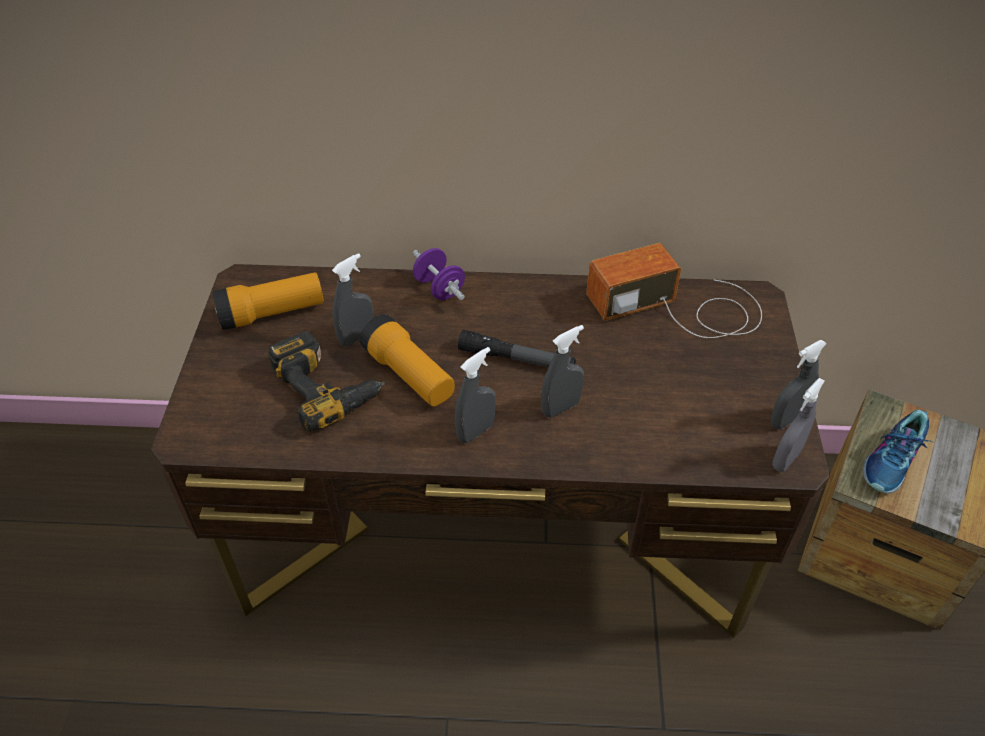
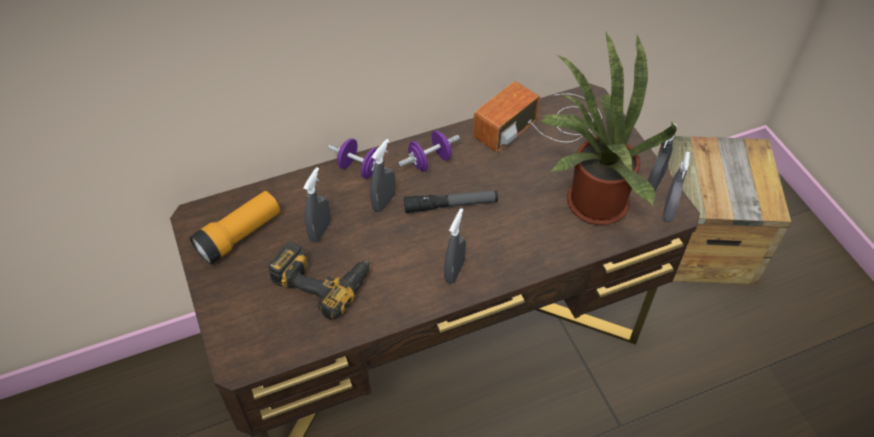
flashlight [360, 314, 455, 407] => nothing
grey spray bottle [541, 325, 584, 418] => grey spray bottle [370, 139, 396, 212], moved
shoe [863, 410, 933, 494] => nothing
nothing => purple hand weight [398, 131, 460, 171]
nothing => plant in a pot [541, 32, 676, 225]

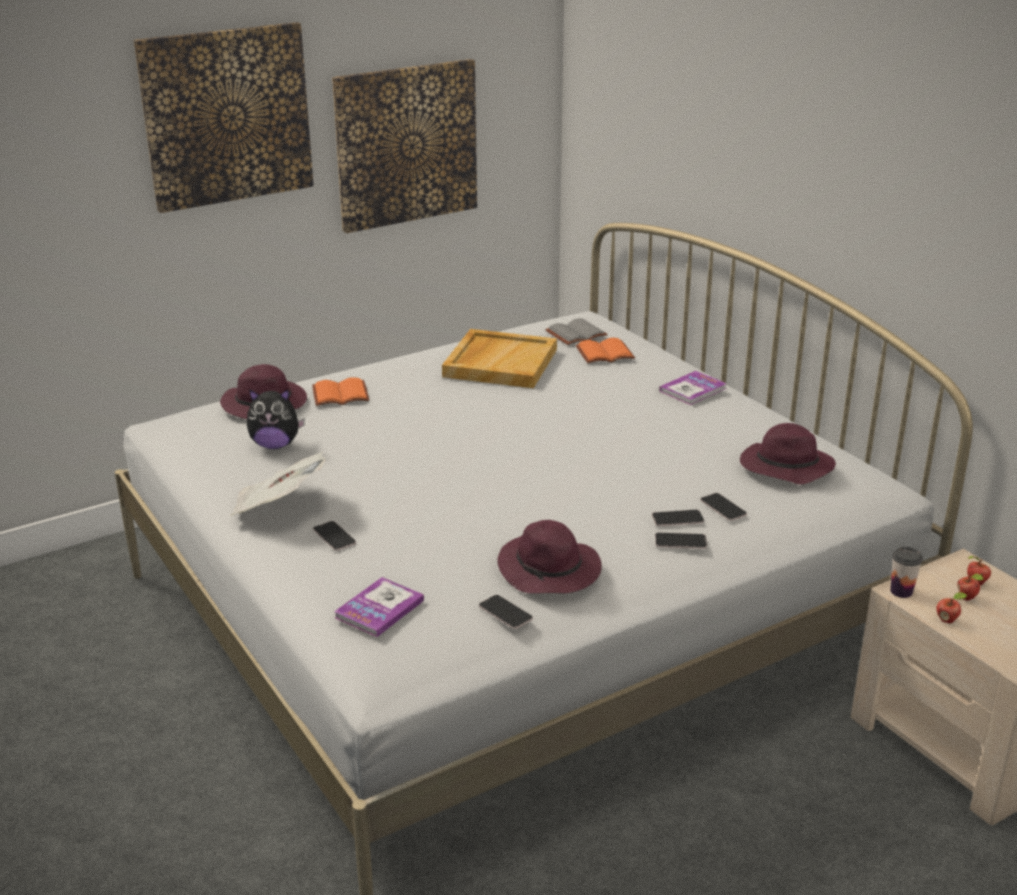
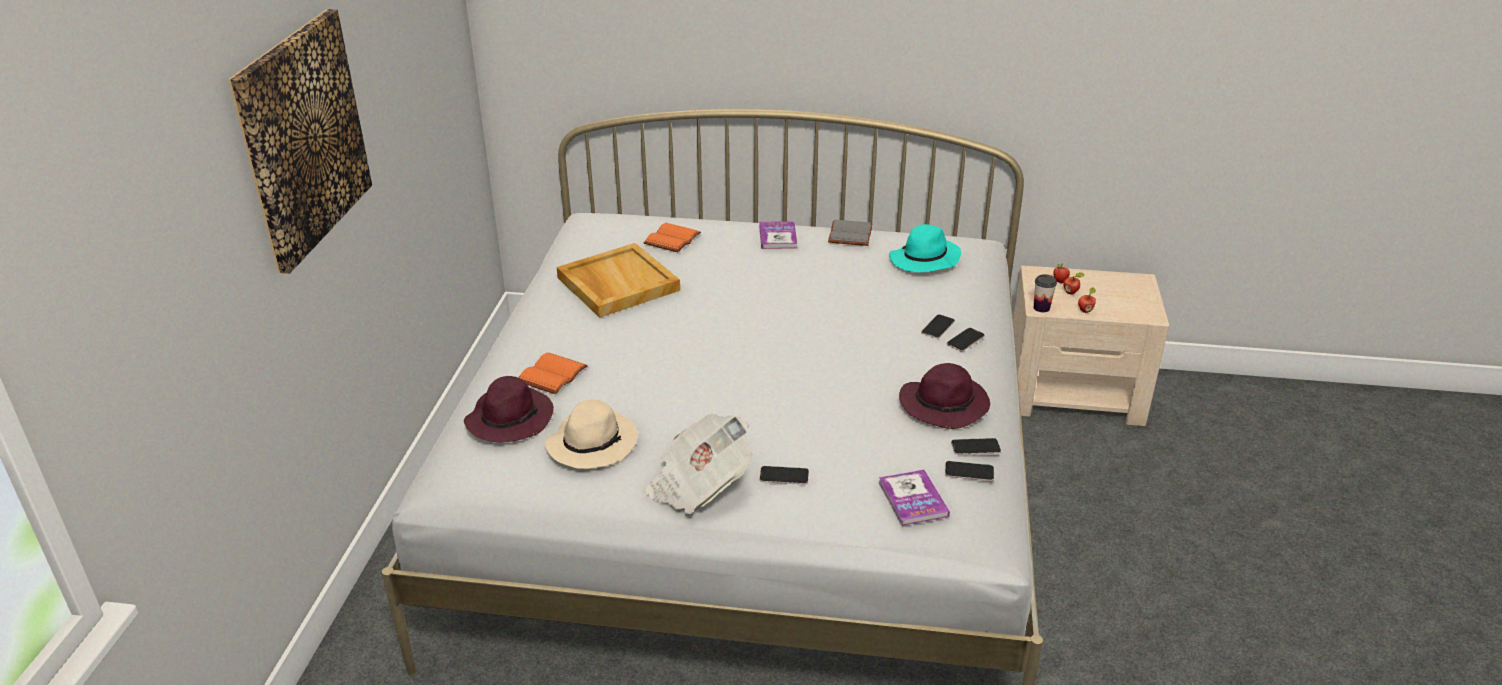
soft toy [247, 389, 305, 449] => beige hat [545, 399, 638, 469]
picture [332, 59, 477, 233] => nothing
grey bound book [546, 318, 608, 345] => grey bound book [828, 220, 872, 246], moved
telephone [700, 493, 747, 521] => telephone [945, 461, 994, 481], moved
purple hat [740, 423, 836, 485] => blue-green hat [889, 224, 961, 272]

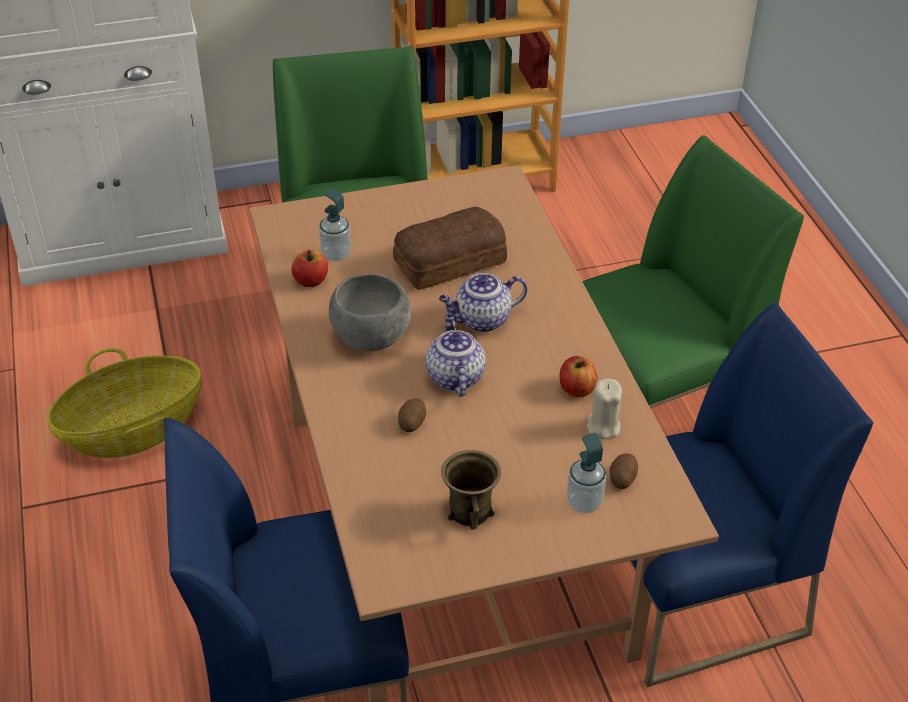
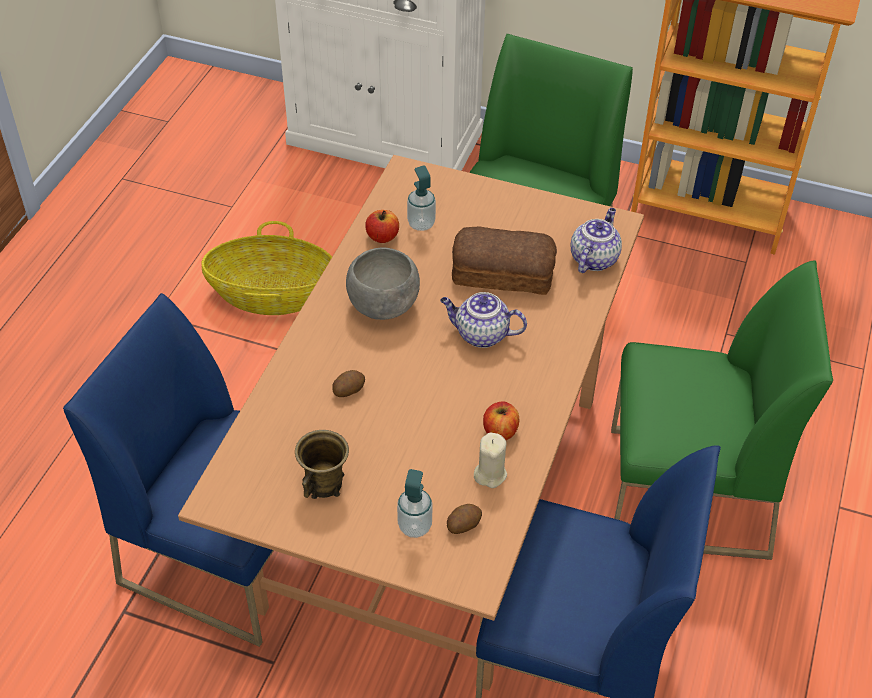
teapot [426, 314, 486, 397] => teapot [571, 208, 622, 273], moved

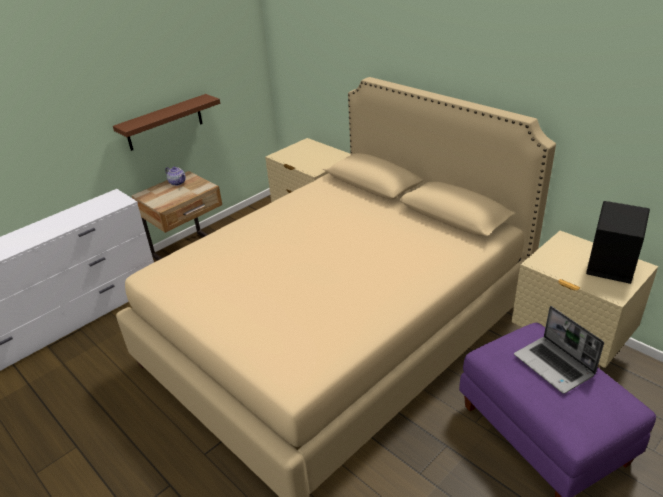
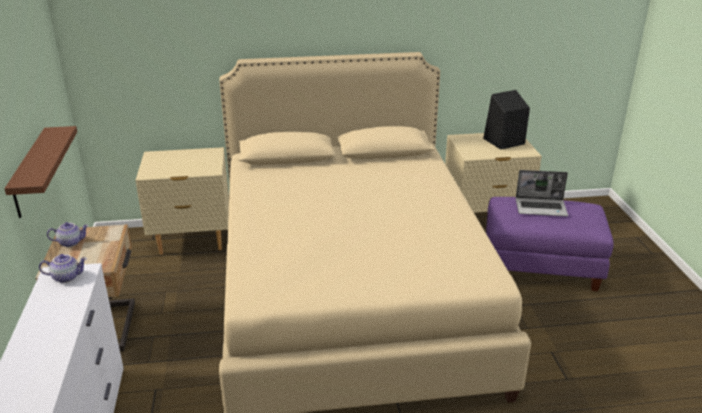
nothing => teapot [39, 254, 87, 283]

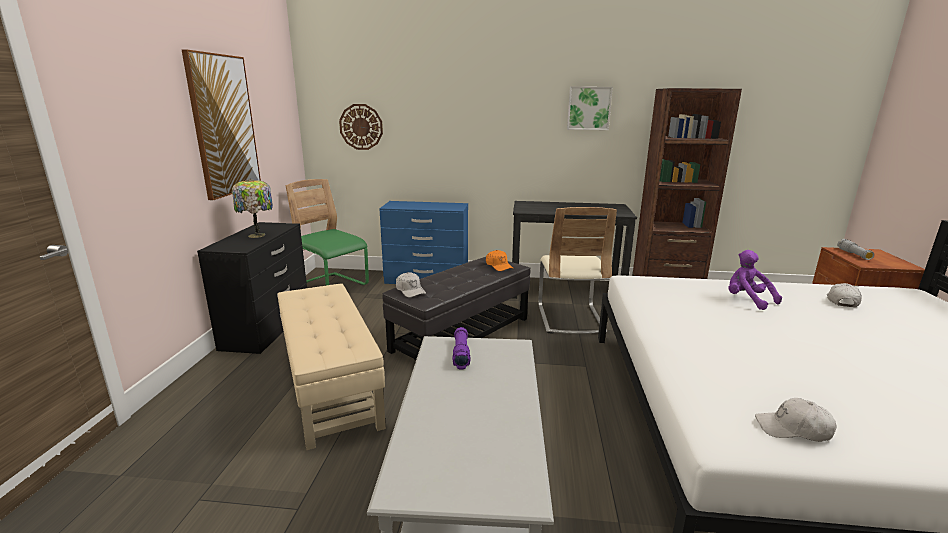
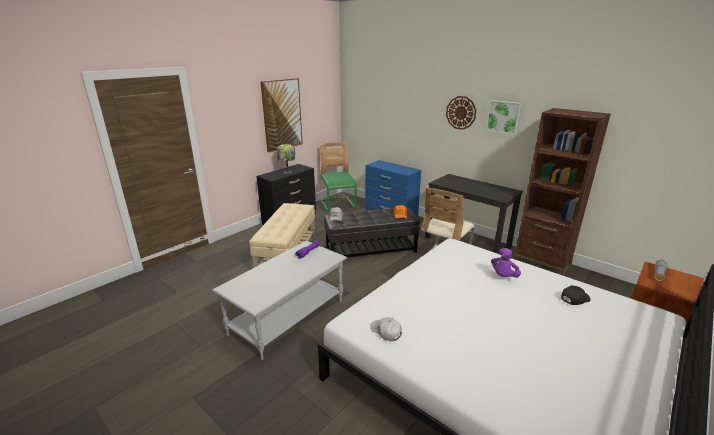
hanging clock [339, 104, 383, 150] => hanging clock [446, 96, 476, 130], moved
purple soft toy [728, 250, 782, 310] => purple soft toy [491, 248, 521, 278], 150 degrees counterclockwise
whitish peaked cap [827, 283, 862, 307] => black peaked cap [561, 285, 591, 305]

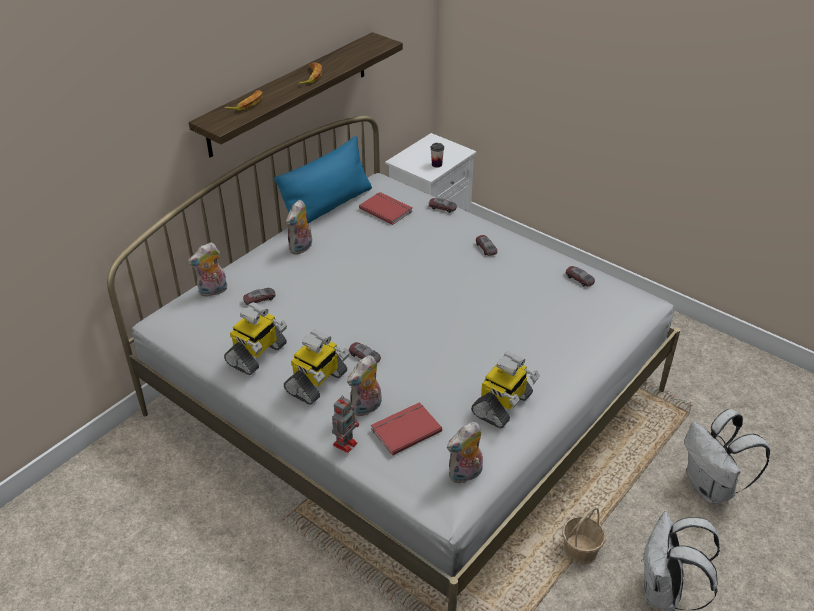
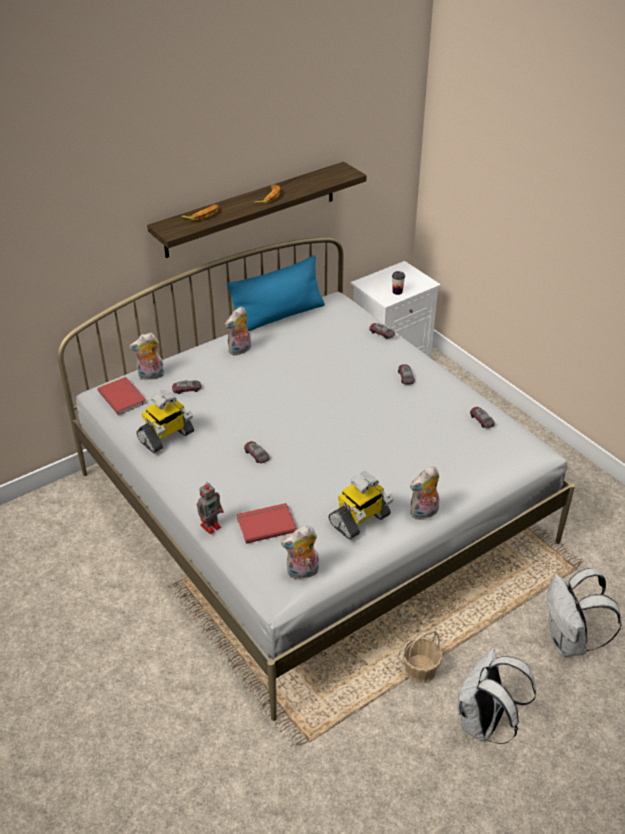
toy robot [284, 330, 349, 405] => nothing
soft toy [347, 355, 382, 416] => soft toy [410, 466, 439, 520], moved
reddish bound book [359, 192, 413, 225] => reddish bound book [97, 377, 147, 415], moved

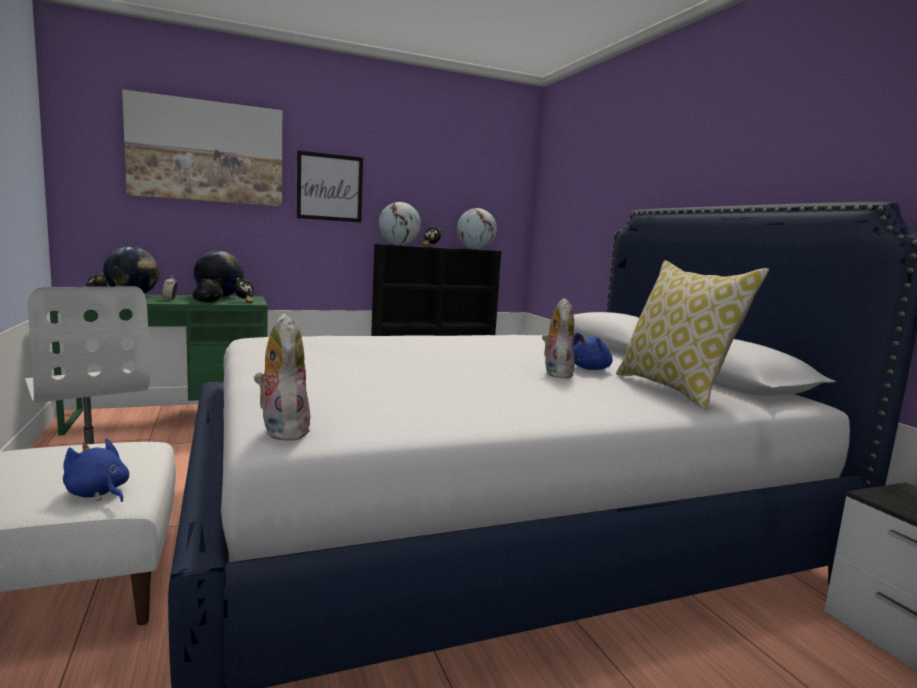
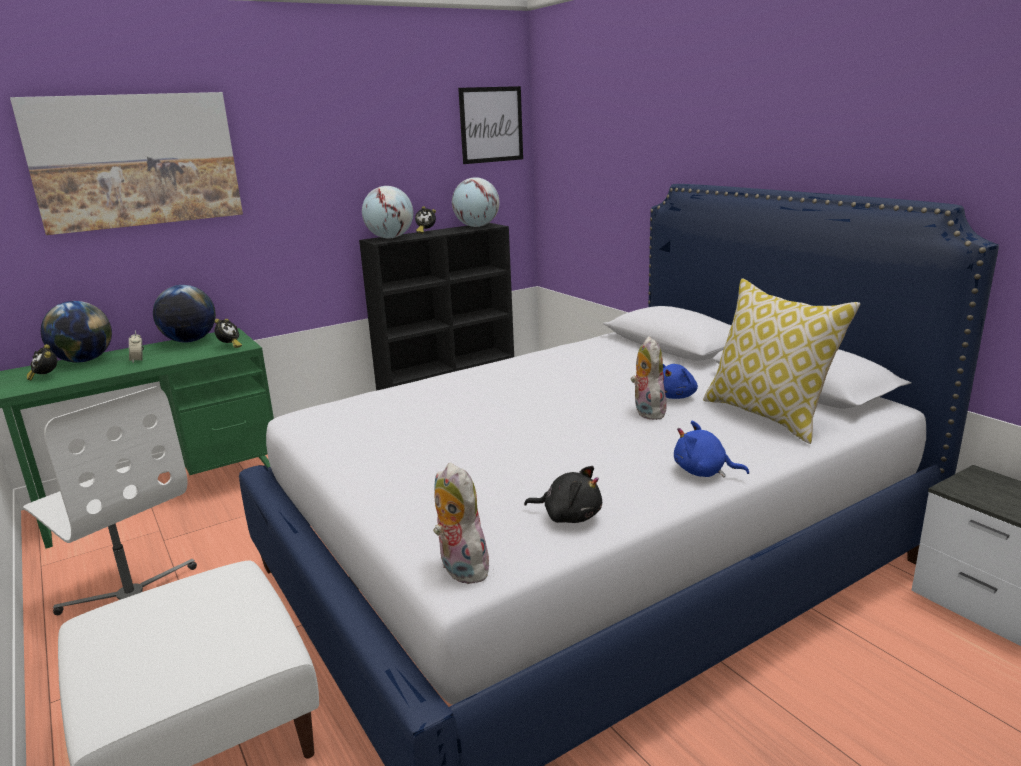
bluish soft toy [63, 438, 129, 502] => bluish soft toy [674, 421, 749, 477], moved
black soft toy [192, 278, 223, 302] => black soft toy [524, 466, 602, 523], moved
picture [297, 151, 363, 222] => picture [458, 86, 523, 164], moved

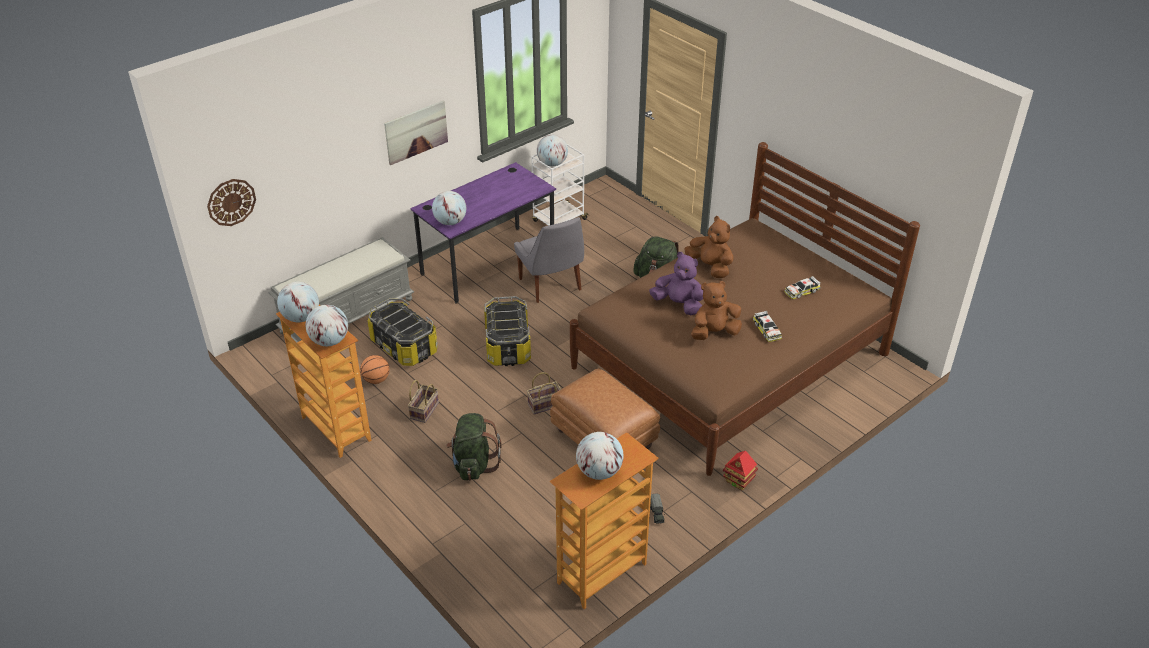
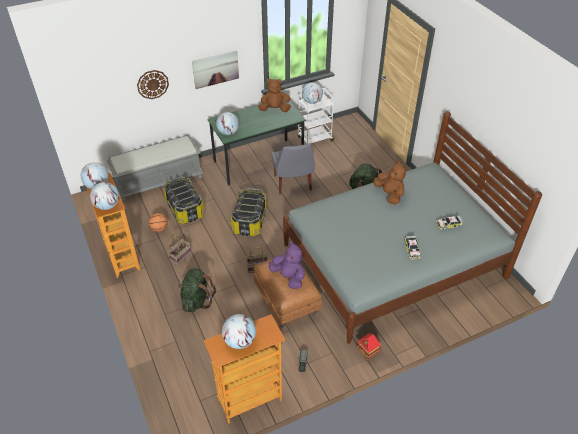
hanging clock [207, 179, 256, 226] => hanging clock [137, 70, 169, 99], moved
purple desk unit [411, 162, 556, 304] => greenish desk unit [207, 100, 306, 186]
brown bedroom bed [570, 142, 920, 476] => grey bedroom bed [283, 111, 542, 344]
purple soft toy [649, 252, 703, 315] => purple soft toy [269, 242, 305, 289], moved
brown soft toy [691, 281, 742, 340] => brown soft toy [258, 78, 291, 112], moved

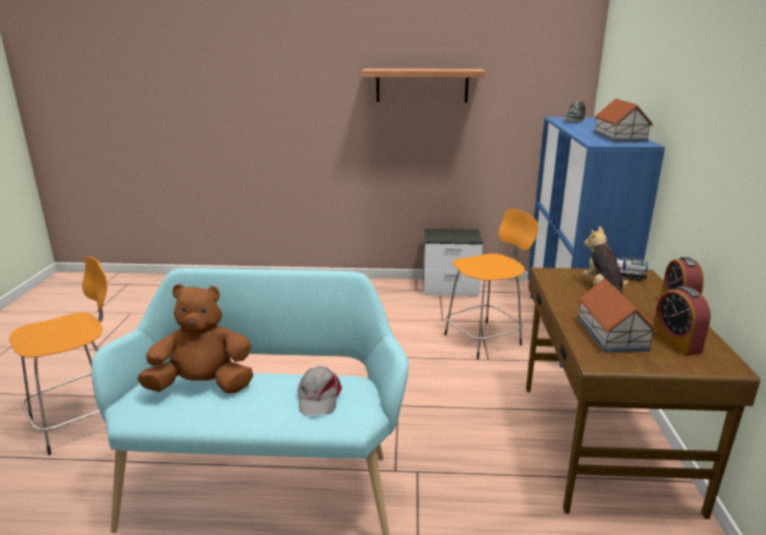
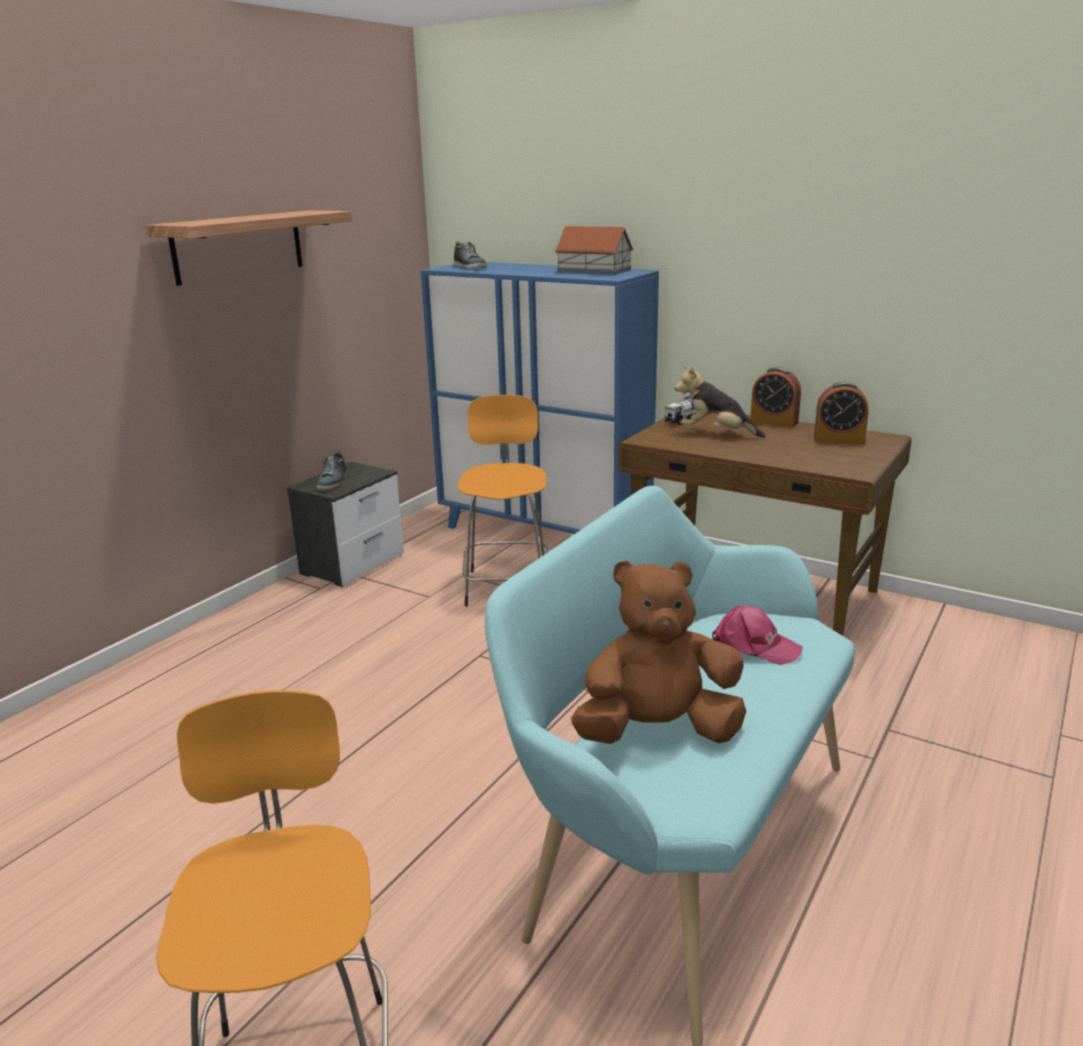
brown soft toy [137, 284, 253, 394] => brown soft toy [571, 560, 746, 744], 60 degrees clockwise
grey peaked cap [297, 366, 342, 415] => pinkish peaked cap [712, 605, 803, 665]
miniature house [578, 278, 657, 353] => nothing
nothing => shoe [317, 450, 347, 490]

